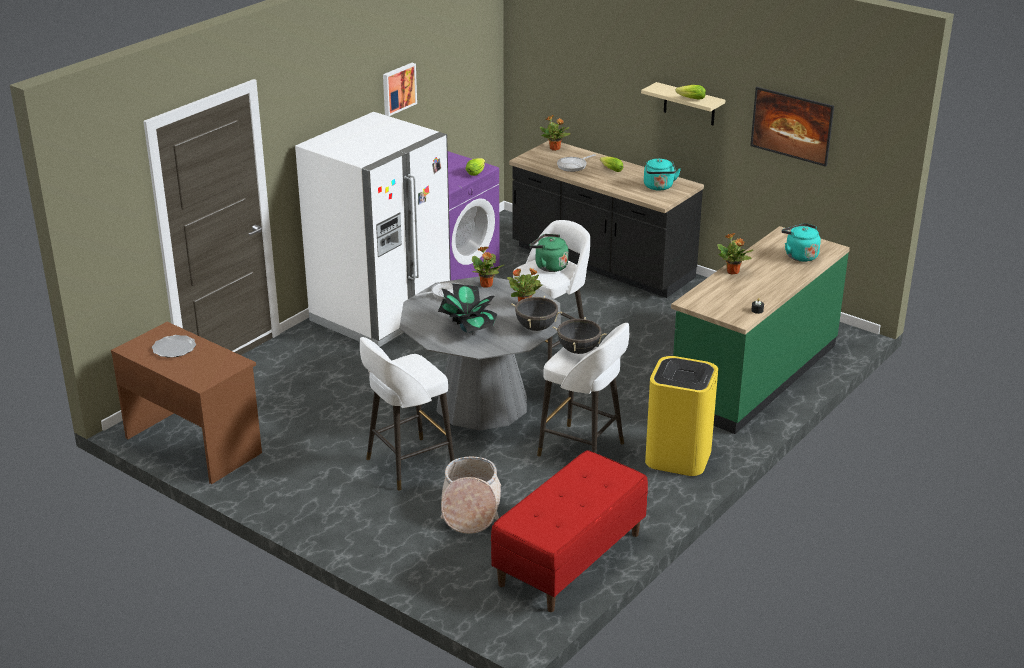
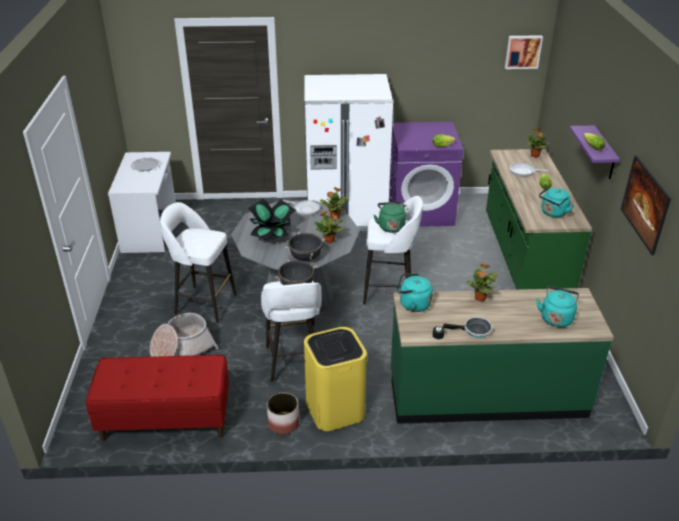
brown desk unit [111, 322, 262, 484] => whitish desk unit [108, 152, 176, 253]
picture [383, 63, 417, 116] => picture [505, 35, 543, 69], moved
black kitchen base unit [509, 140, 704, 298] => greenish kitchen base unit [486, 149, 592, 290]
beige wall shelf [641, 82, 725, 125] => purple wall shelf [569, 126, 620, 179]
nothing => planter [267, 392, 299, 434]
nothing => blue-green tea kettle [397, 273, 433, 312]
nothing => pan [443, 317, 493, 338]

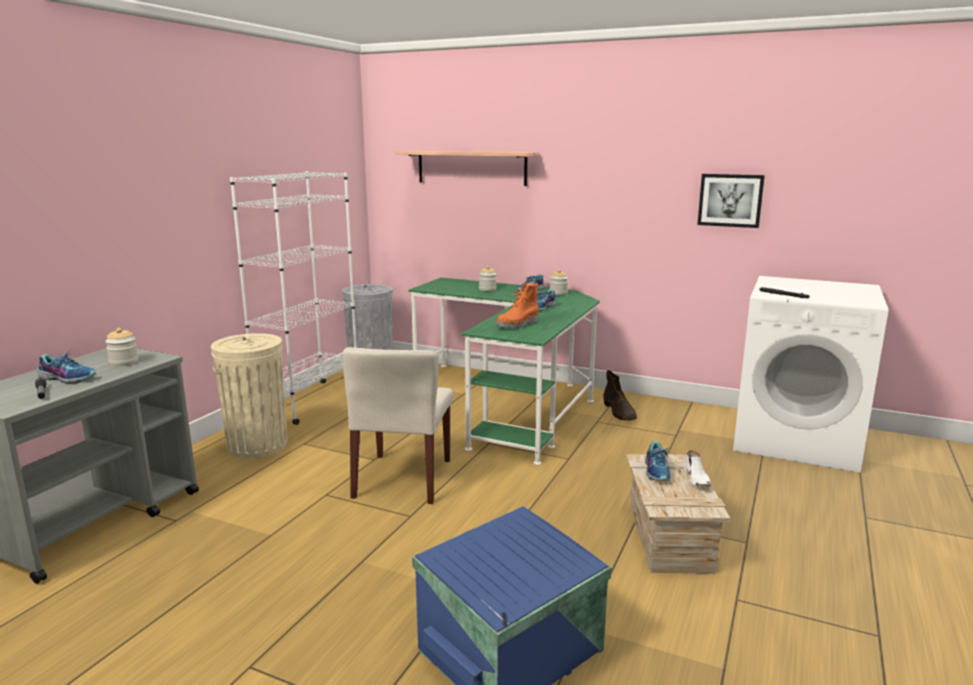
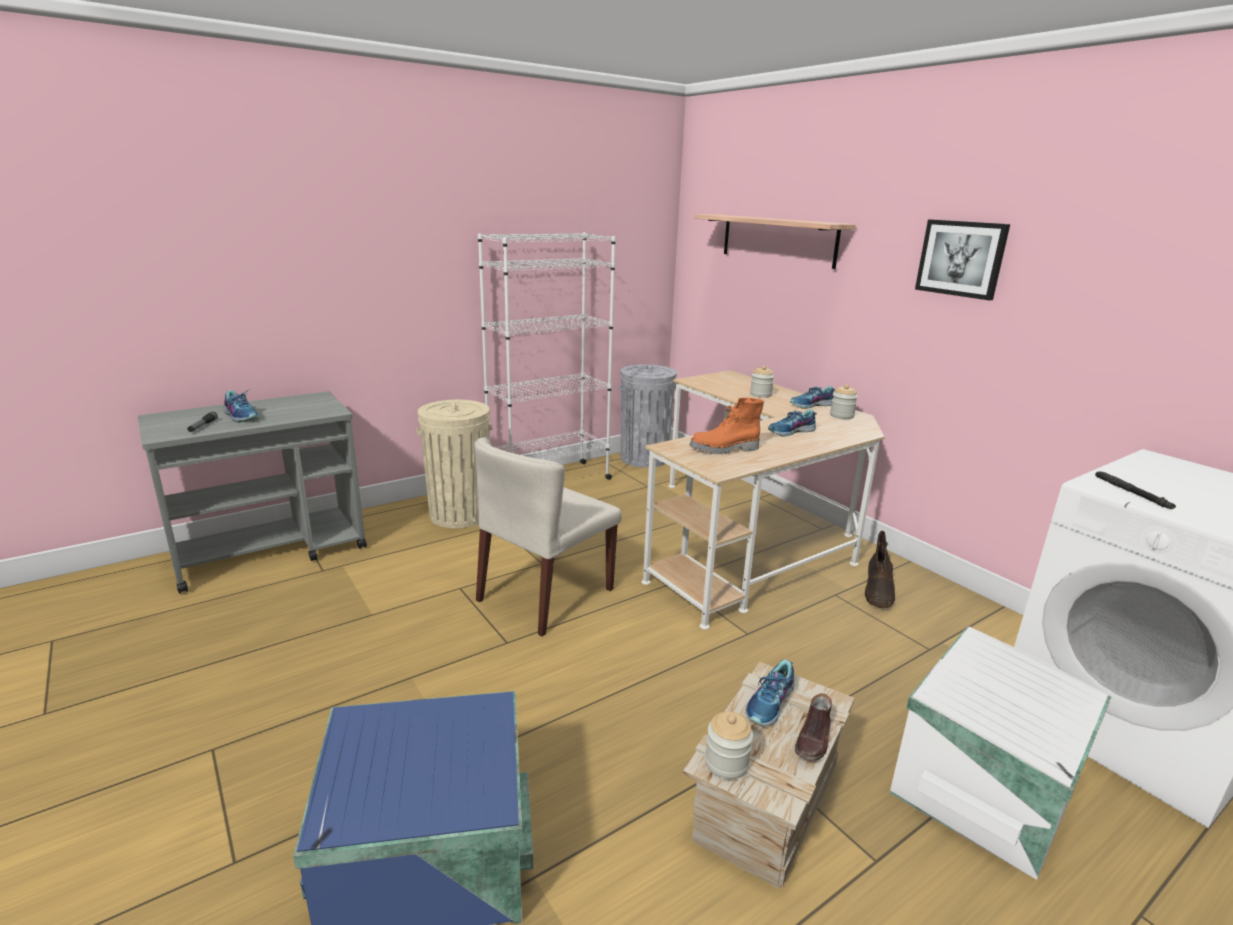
storage jar [105, 328, 138, 366] => storage jar [705, 711, 753, 780], moved
greenish desk unit [408, 278, 600, 465] => beige desk unit [642, 370, 885, 630]
whitish shoe [684, 450, 711, 487] => brown shoe [795, 693, 832, 760]
picture [697, 174, 765, 228] => picture [915, 220, 1010, 300], moved
nothing => whitish storage container [890, 626, 1111, 880]

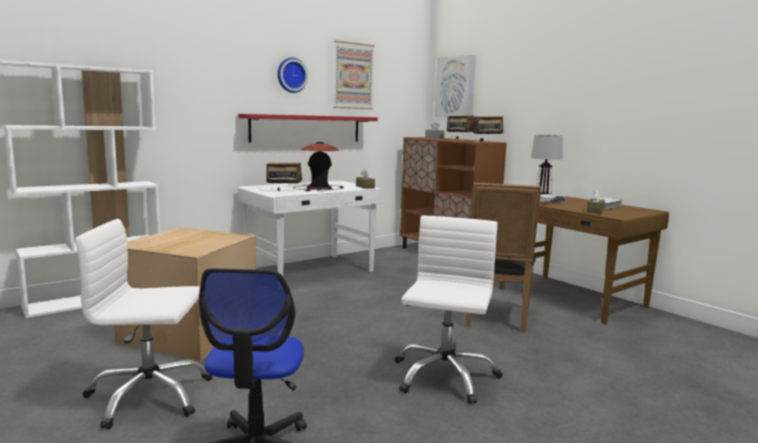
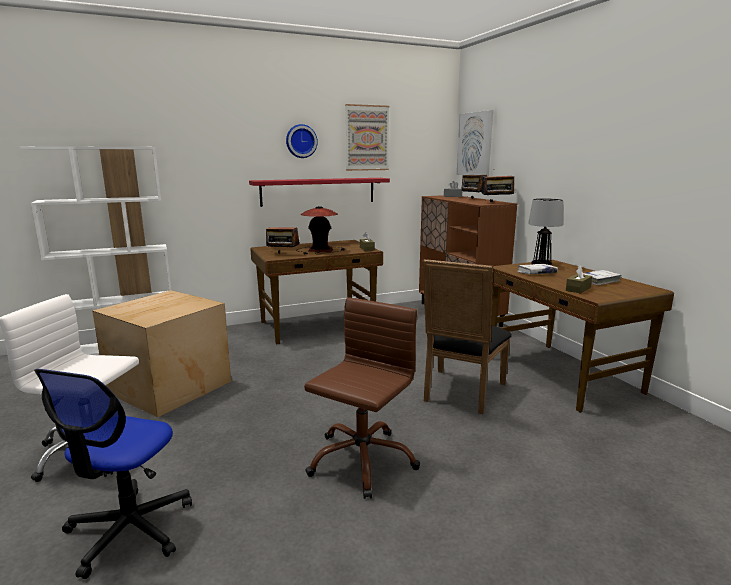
whitish desk unit [238, 180, 384, 276] => brown desk unit [251, 240, 383, 344]
whitish office chair [395, 216, 503, 404] => brown office chair [304, 297, 420, 499]

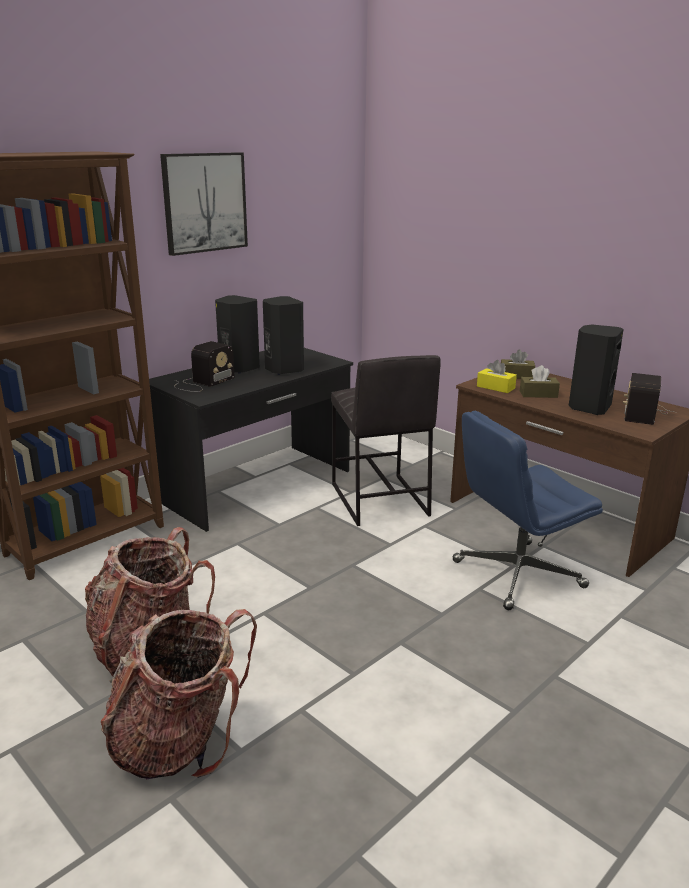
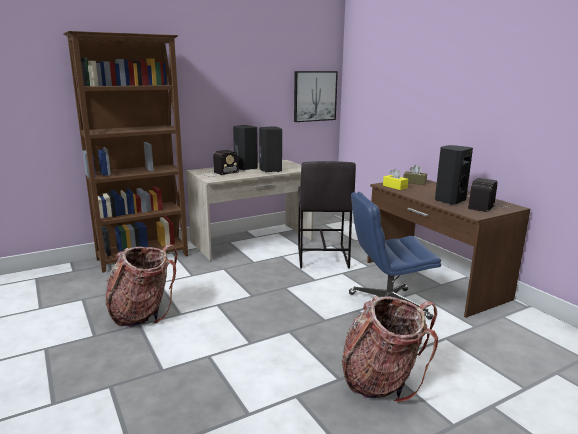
knapsack [101, 609, 257, 779] => knapsack [342, 296, 438, 403], moved
black desk unit [149, 348, 353, 532] => beige desk unit [186, 160, 313, 261]
picture [160, 152, 248, 256] => picture [294, 71, 338, 122], moved
brown box of tissues [520, 365, 560, 398] => nothing

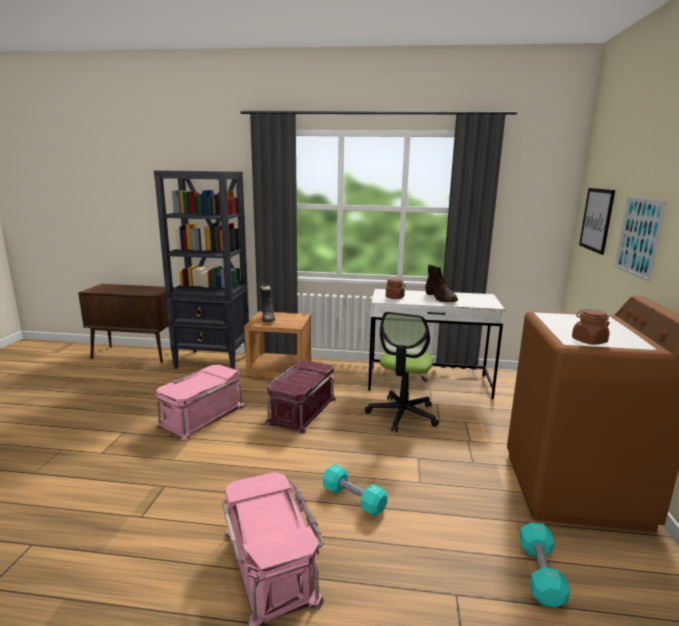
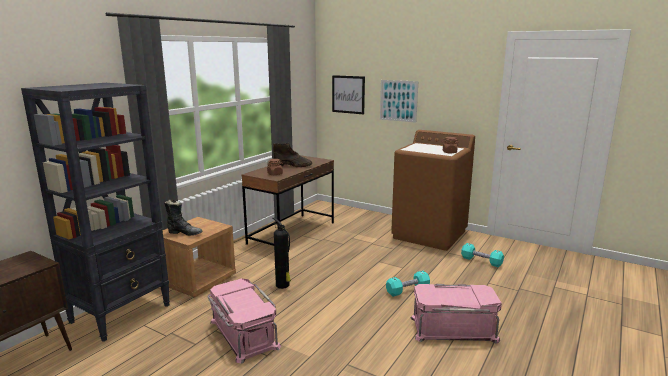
reddish storage container [265, 361, 336, 434] => fire extinguisher [272, 218, 291, 289]
office chair [365, 312, 439, 432] => nothing
whitish desk unit [368, 289, 505, 399] => brown desk unit [242, 155, 334, 246]

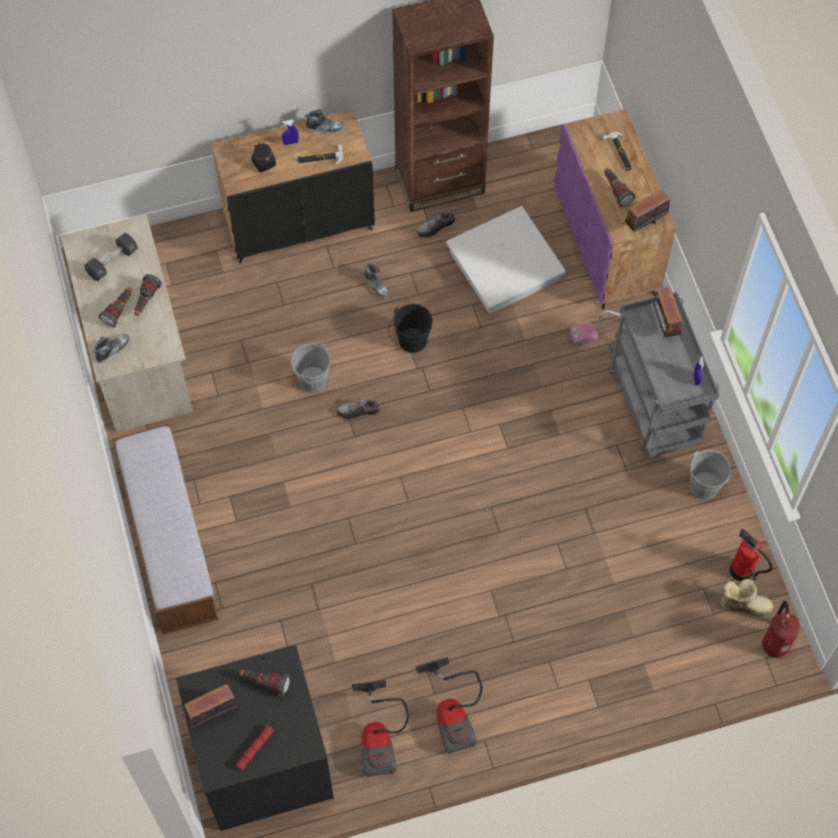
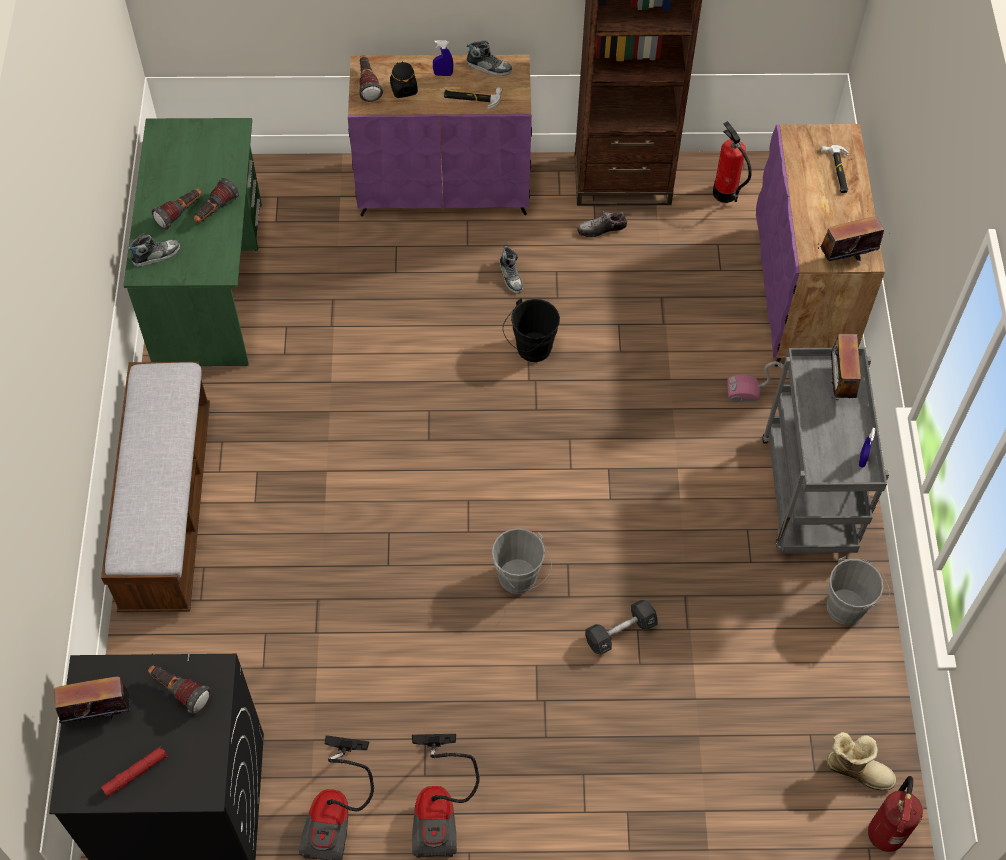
beige desk unit [61, 214, 193, 432] => greenish desk unit [124, 118, 262, 366]
black hand weight [84, 233, 138, 281] => black hand weight [585, 600, 658, 655], moved
black cupboard [212, 109, 375, 263] => purple cupboard [348, 55, 532, 216]
grey pail [291, 343, 337, 393] => grey pail [492, 528, 552, 594], moved
shoe [337, 398, 380, 419] => nothing
whitish storage container [446, 206, 566, 314] => nothing
flashlight [604, 168, 635, 207] => flashlight [359, 55, 383, 102], moved
fire extinguisher [730, 528, 773, 581] => fire extinguisher [713, 121, 752, 203], moved

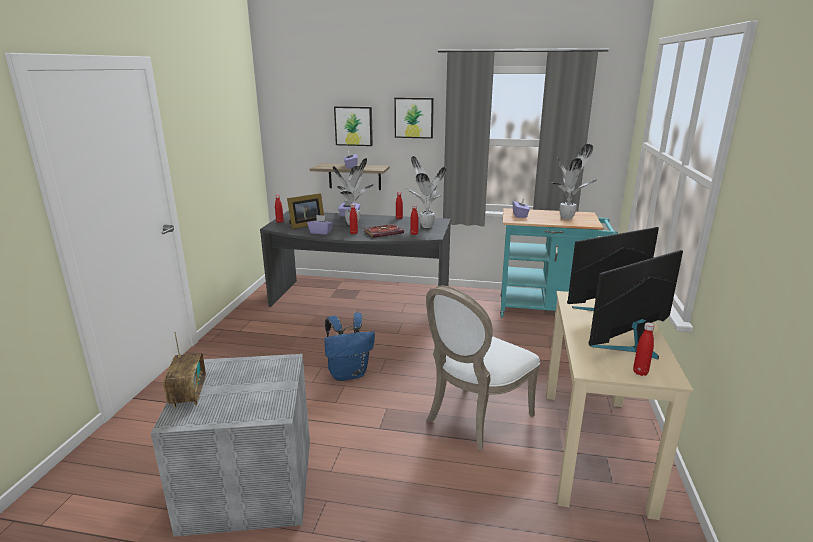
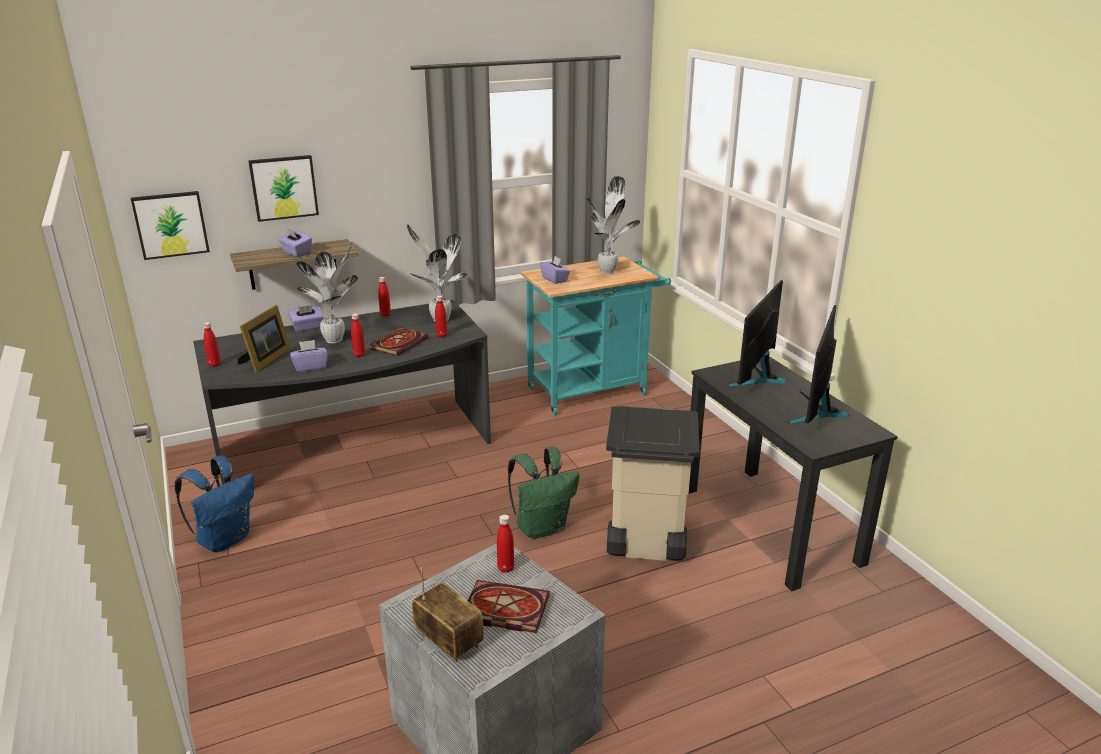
bluish knapsack [324, 313, 375, 381] => bluish knapsack [175, 455, 254, 552], moved
picture [394, 98, 434, 139] => picture [131, 191, 210, 260], moved
whitish upright chair [426, 286, 540, 451] => beige rubbish bin [606, 406, 700, 561]
beige desk unit [546, 291, 693, 520] => black desk unit [689, 356, 898, 591]
reddish bottle [633, 322, 655, 376] => reddish bottle [497, 514, 514, 573], moved
nothing => bound book [468, 580, 550, 633]
nothing => greenish knapsack [508, 447, 579, 539]

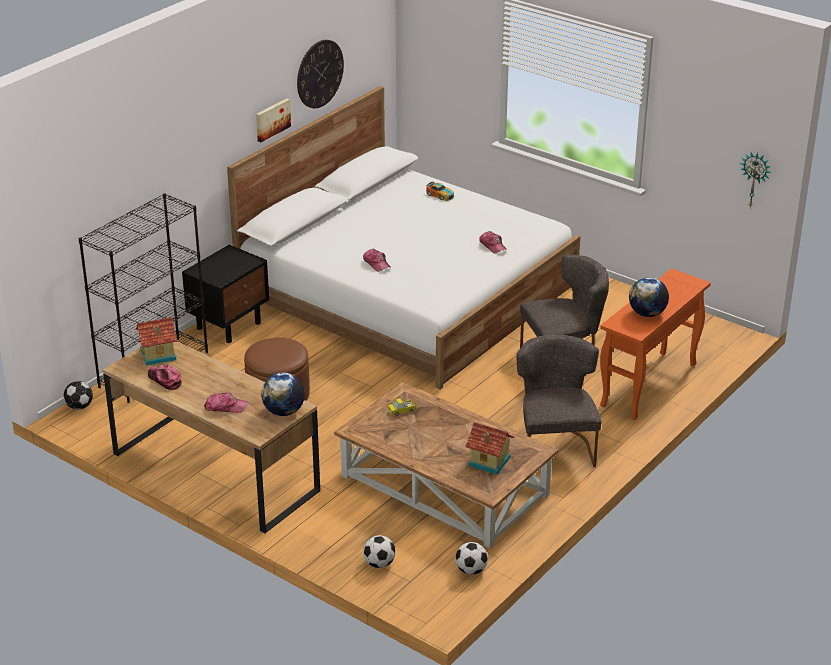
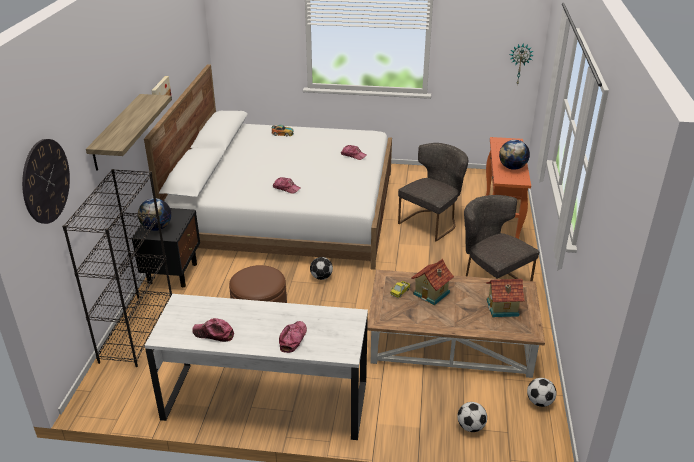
football ball [64, 381, 93, 410] => football ball [310, 257, 333, 280], moved
brown desk unit [103, 342, 320, 534] => whitish desk unit [145, 294, 368, 440]
miniature house [135, 317, 177, 366] => miniature house [411, 259, 454, 305], moved
peaked cap [204, 392, 248, 413] => peaked cap [279, 321, 307, 353], 45 degrees counterclockwise
globe [261, 373, 305, 416] => globe [138, 198, 171, 231], moved
hanging clock [297, 40, 344, 108] => hanging clock [22, 139, 70, 224], moved
nothing => wall shelf [86, 94, 172, 171]

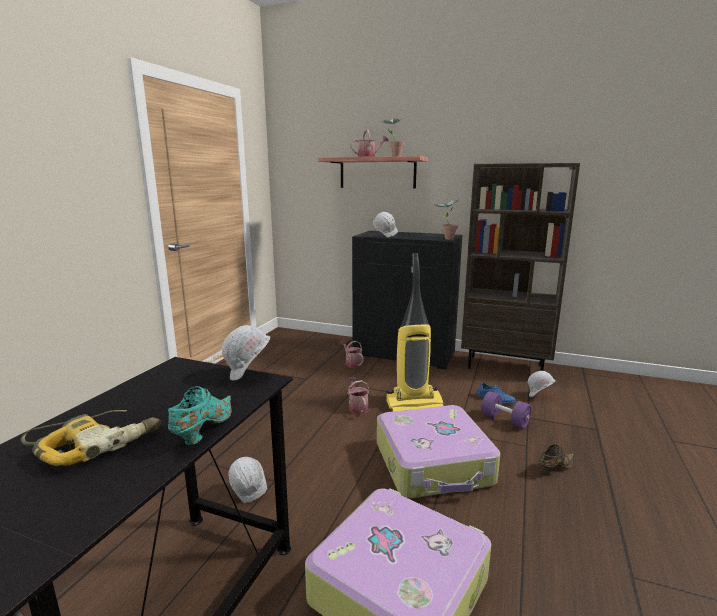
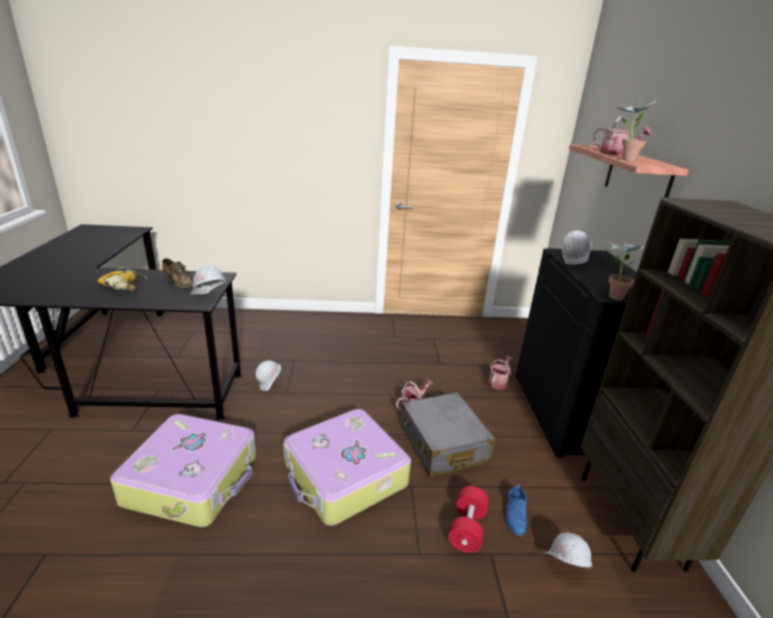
blue-green shoe [168, 386, 232, 445] => nothing
hoover [386, 253, 446, 412] => grey travel case [401, 392, 495, 477]
purple hand weight [481, 391, 532, 429] => reddish hand weight [448, 486, 489, 553]
brown shoe [539, 444, 574, 475] => brown shoe [162, 258, 194, 289], moved

